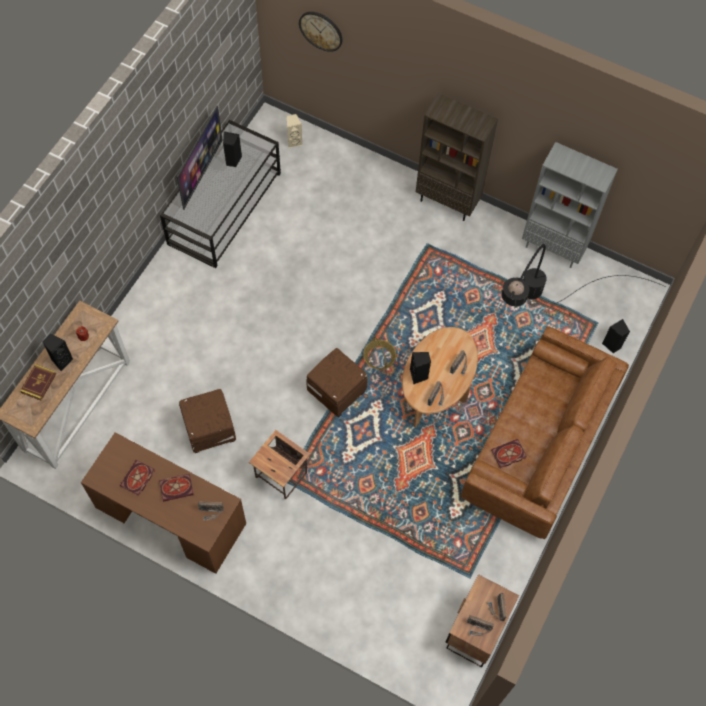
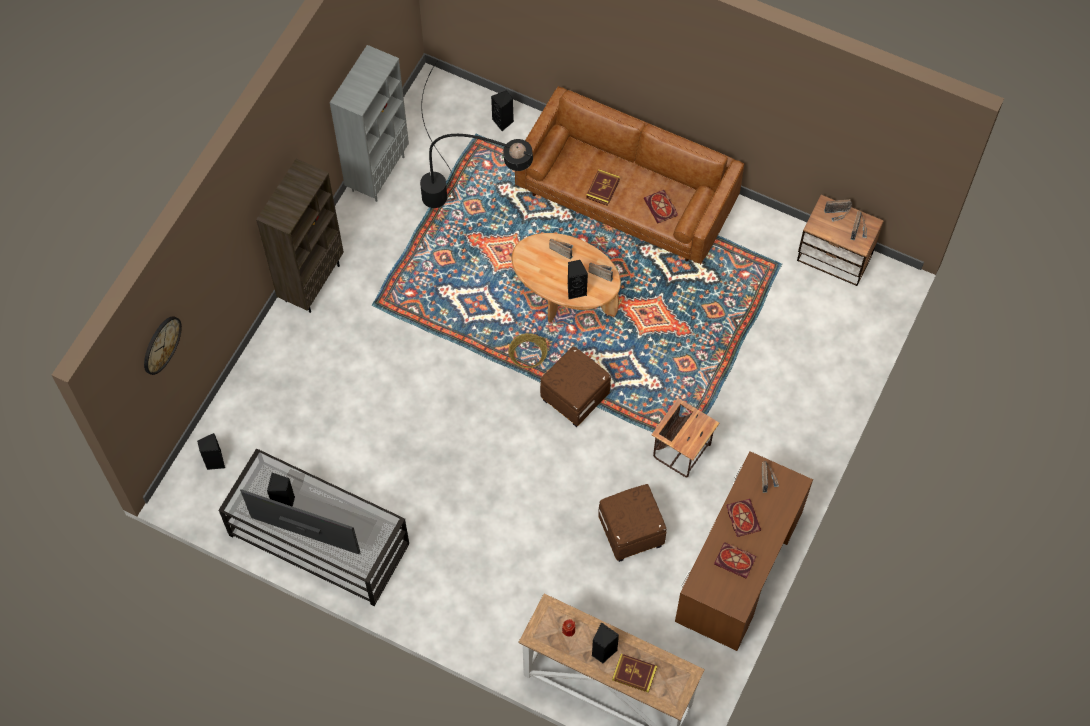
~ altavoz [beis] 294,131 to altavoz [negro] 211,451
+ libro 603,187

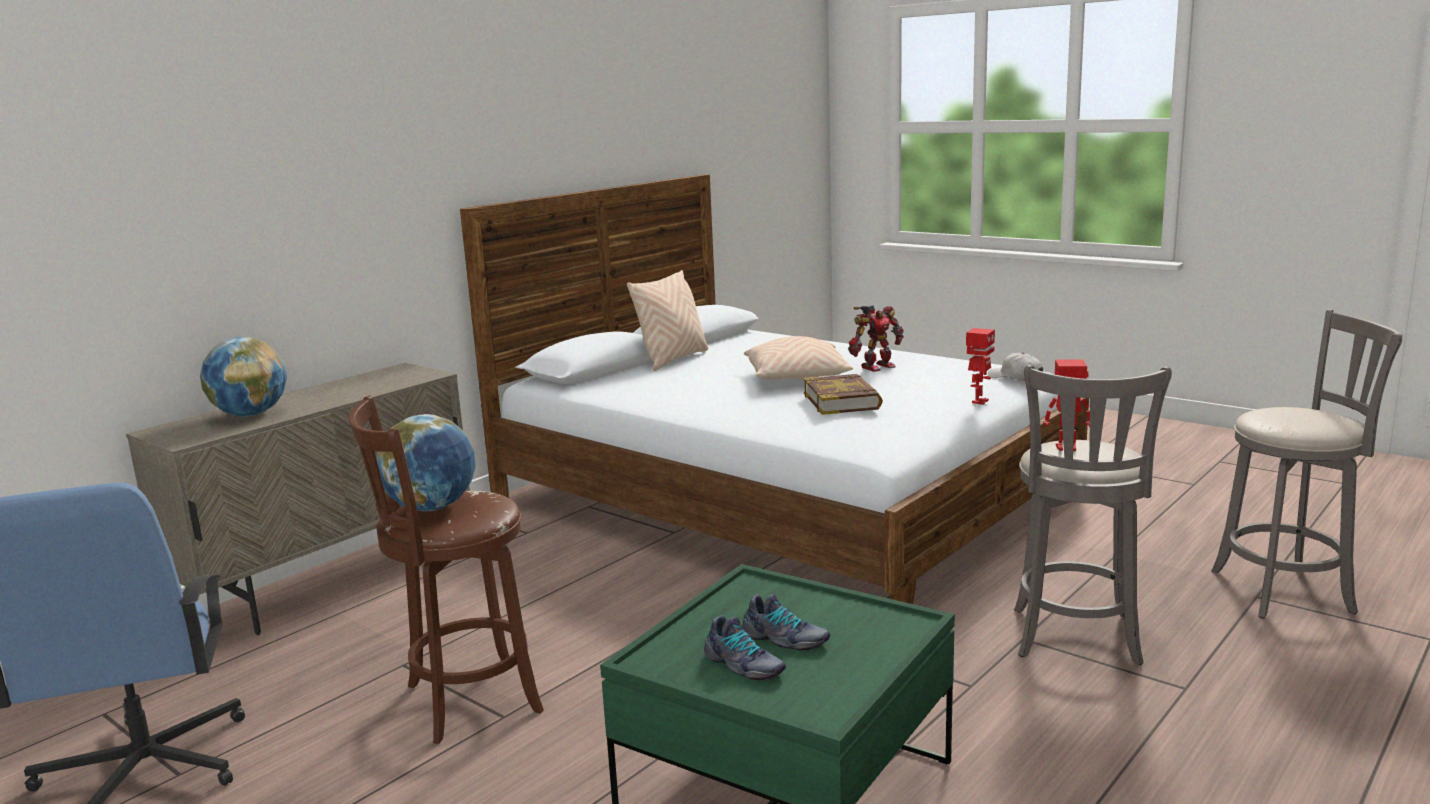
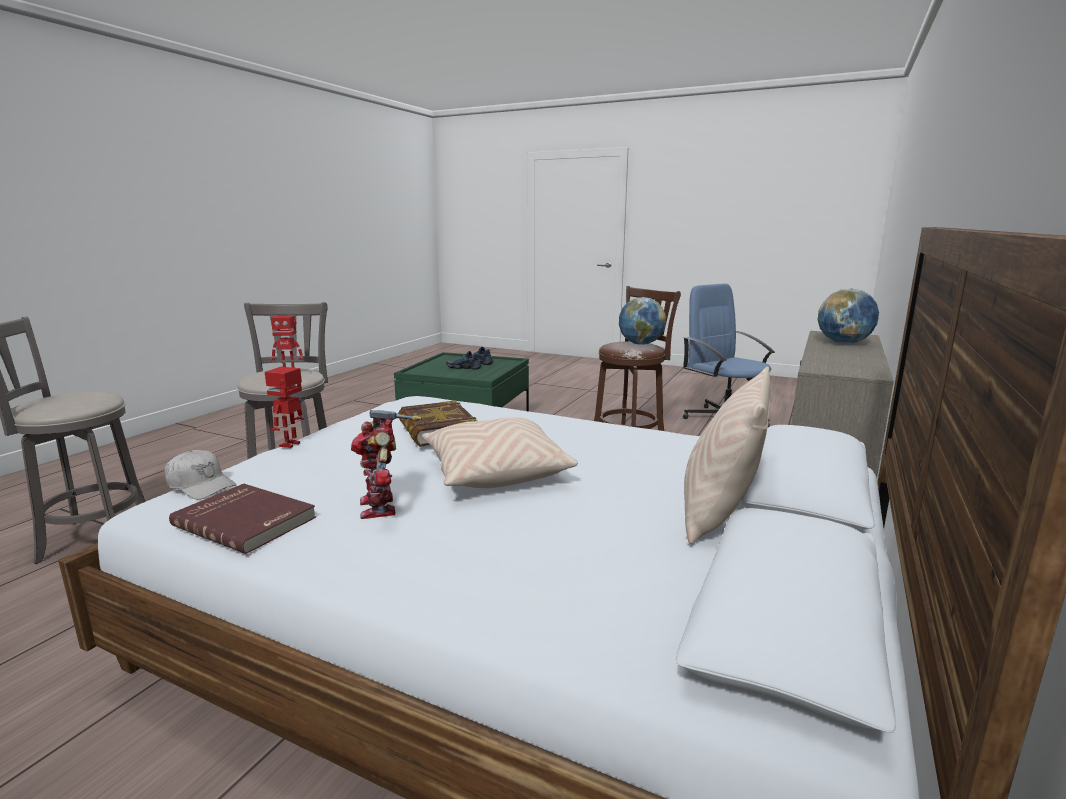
~ robot de juguete 876,338 = 386,464 60 degrees counterclockwise
+ libro [rojo] 242,519

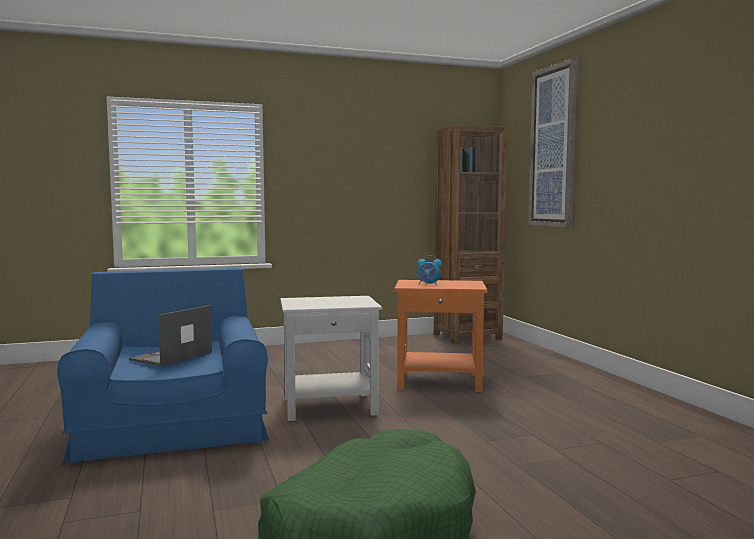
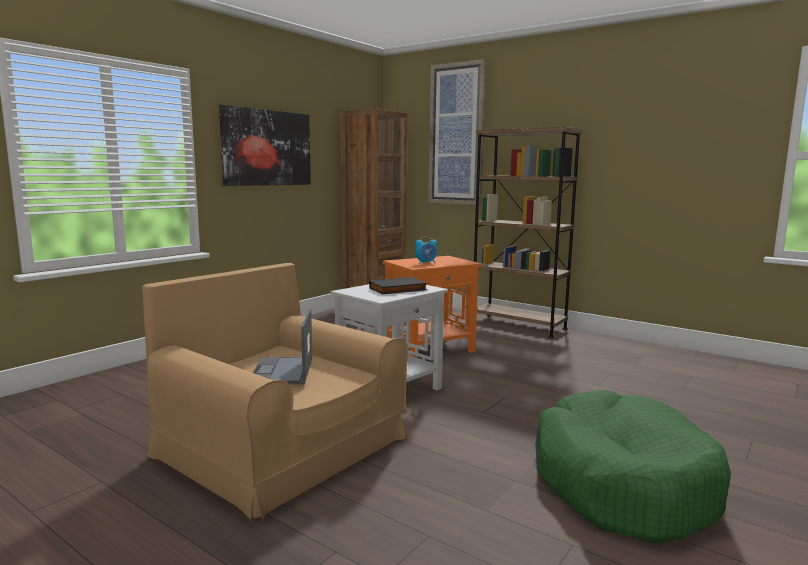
~ sillón [azul] 163,365 to sillón [marrón] 275,392
+ cuadro 265,145
+ estantería [marrón] 528,232
+ libro [negro] 398,285

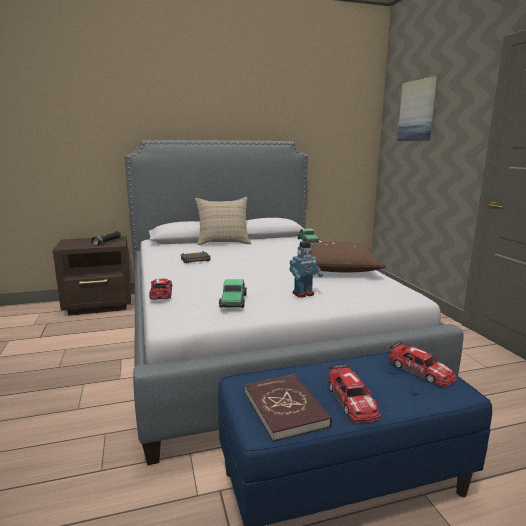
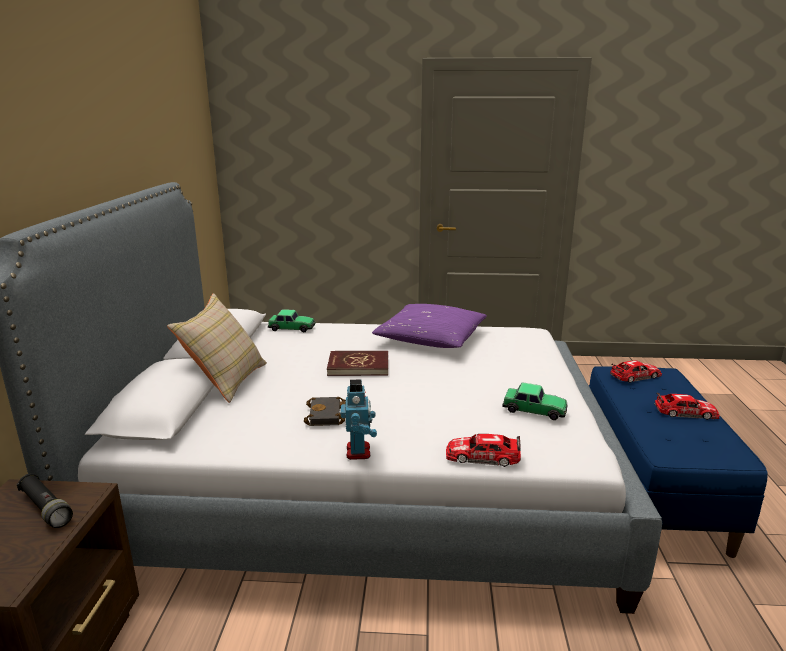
- cuadro 417,108
~ robot de juguete 306,269 to 358,420
~ cojín [marrón] 348,257 to cojín [morado] 429,326
~ libro [rojo] 288,408 to 357,363

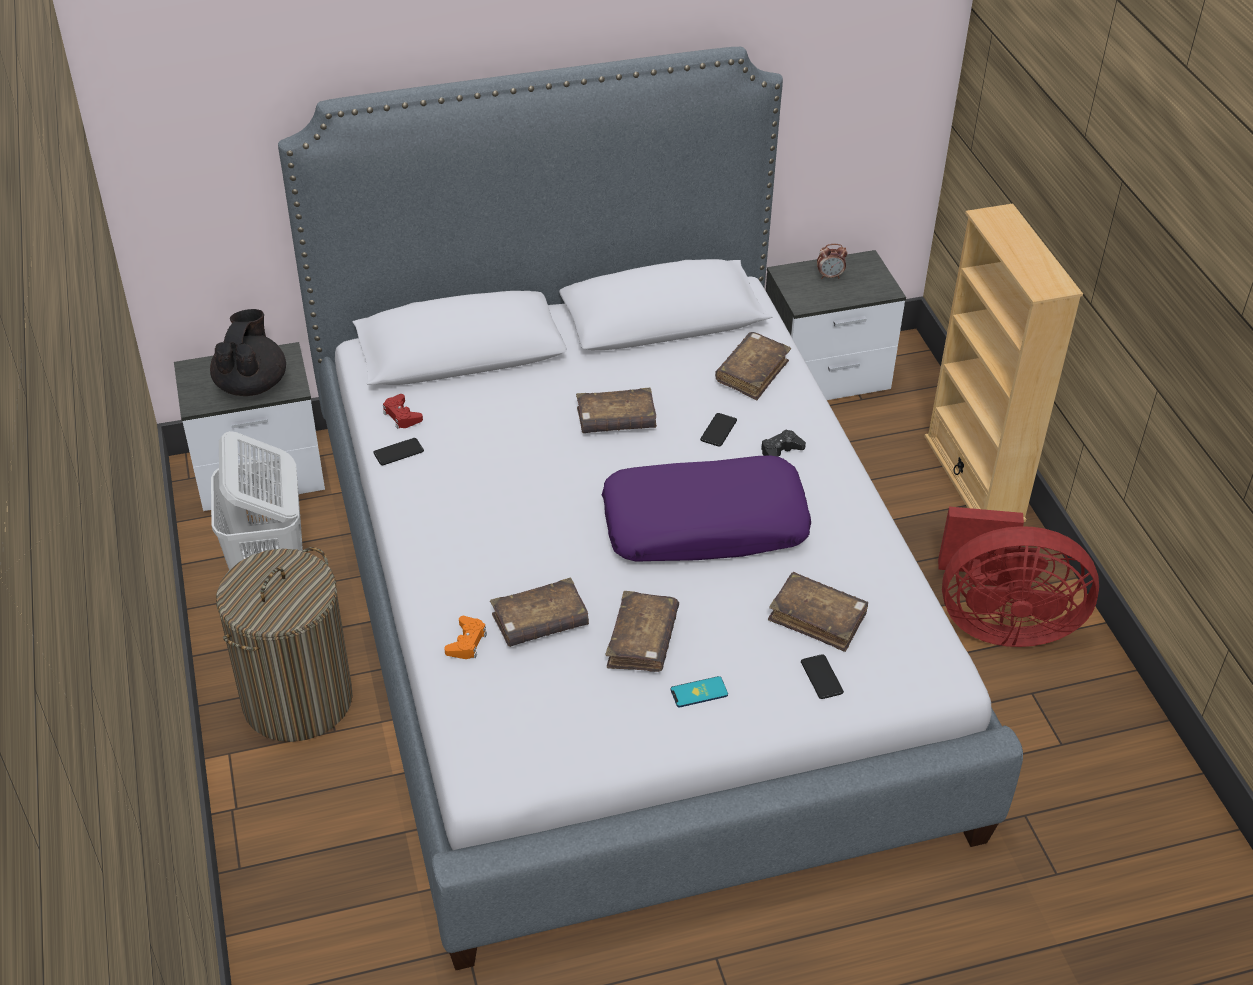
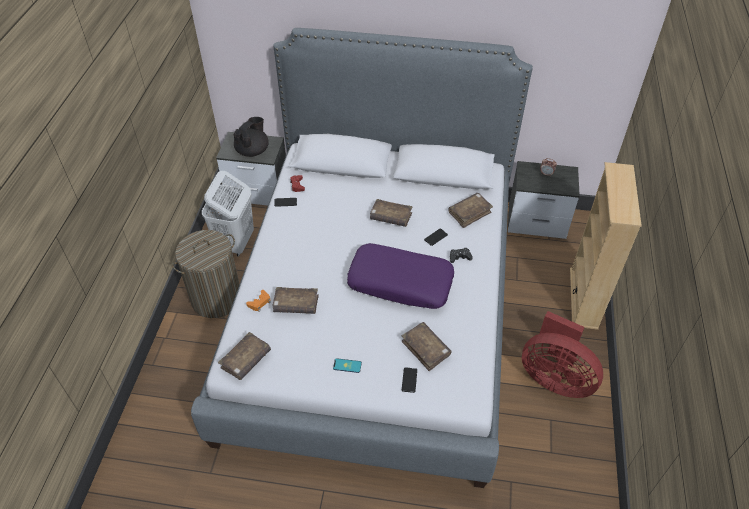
~ libro [marrón] 642,631 to 244,356

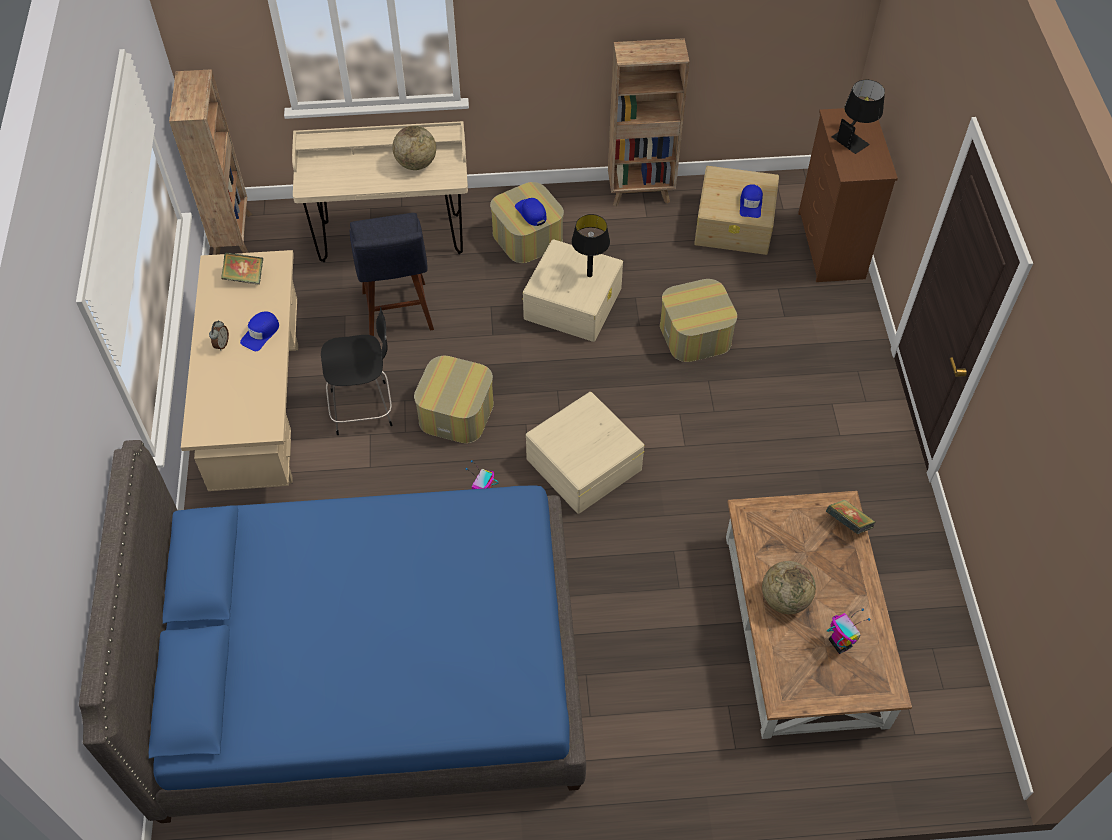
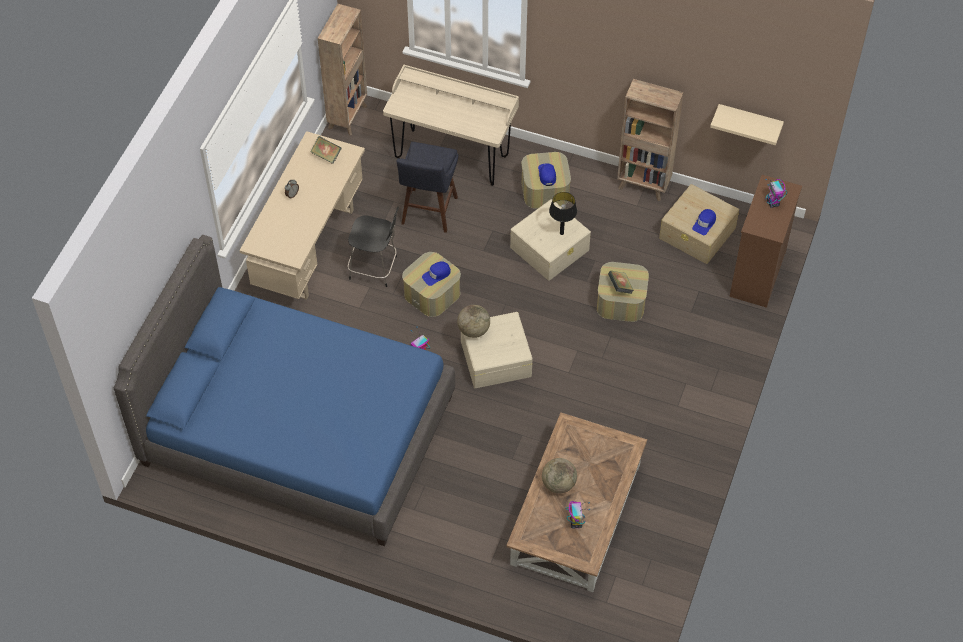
~ lámpara de mesa [negro] 858,117 to robot de juguete 776,193
~ globo terráqueo 414,148 to 473,321
~ gorra [azul] 259,331 to 436,273
~ libro 851,517 to 621,282
+ estante [beis] 747,124

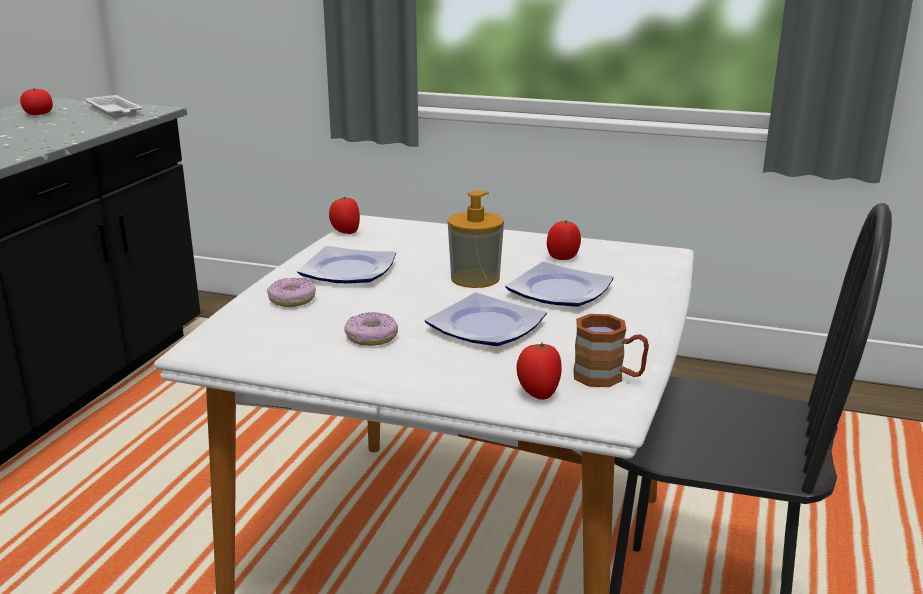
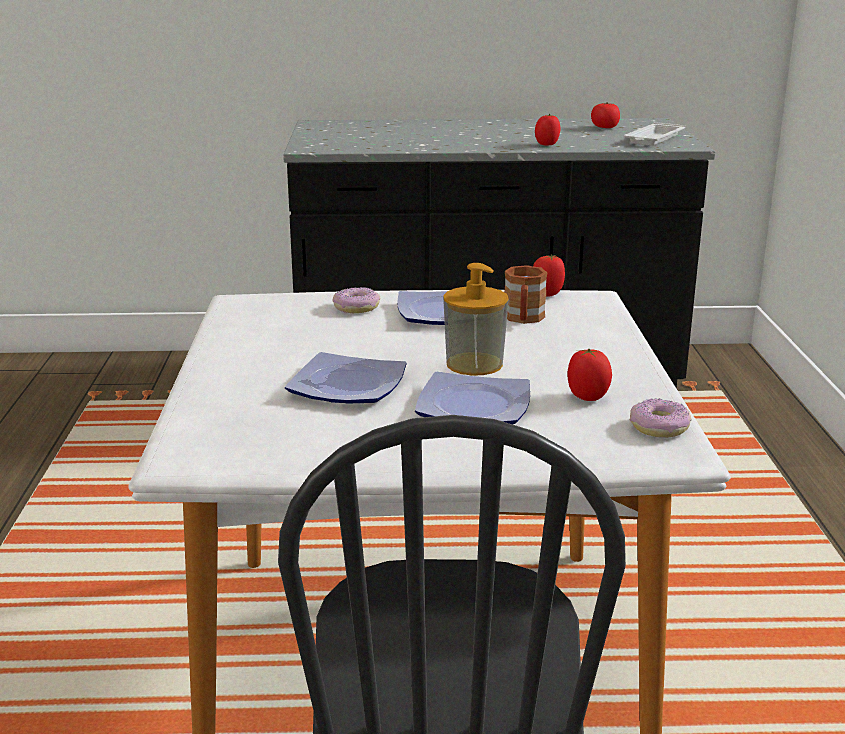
~ rosquilla 371,329 to 660,418
~ taza grande [marrón] 611,350 to 525,294
~ tomate 539,371 to 547,130

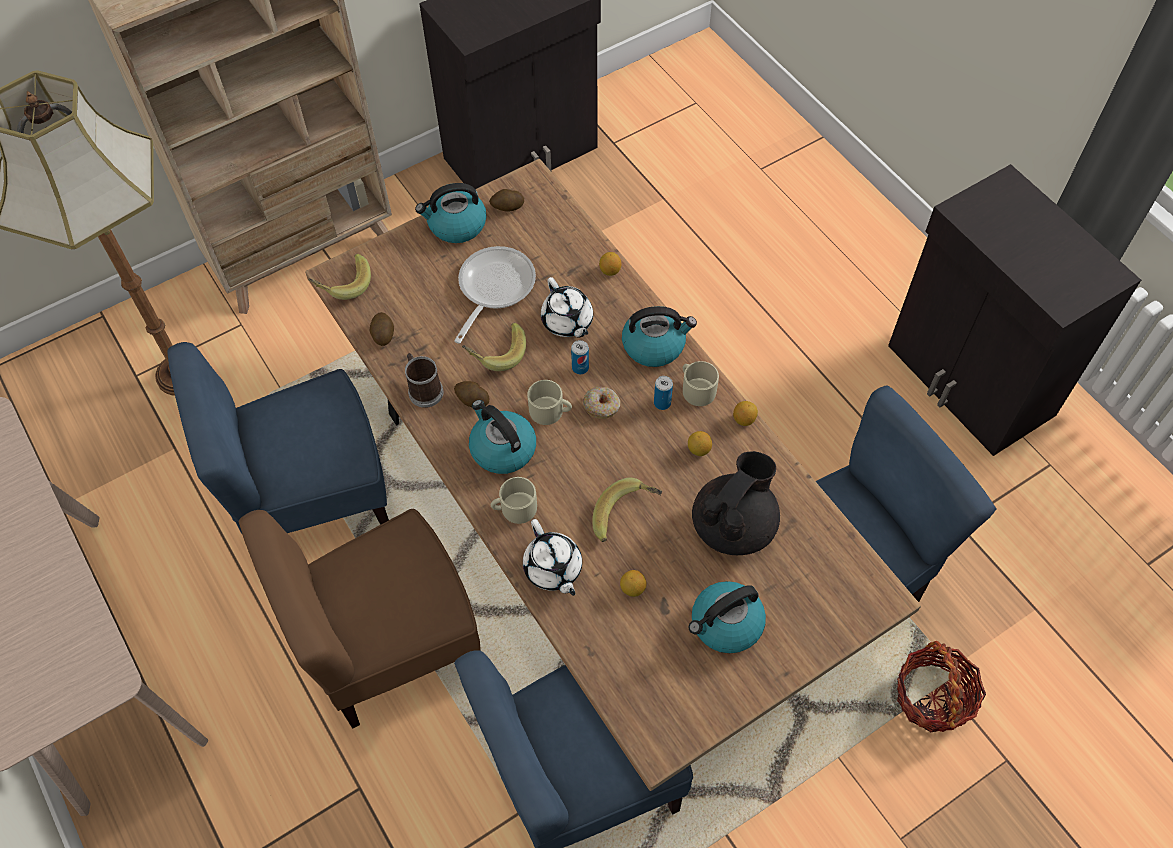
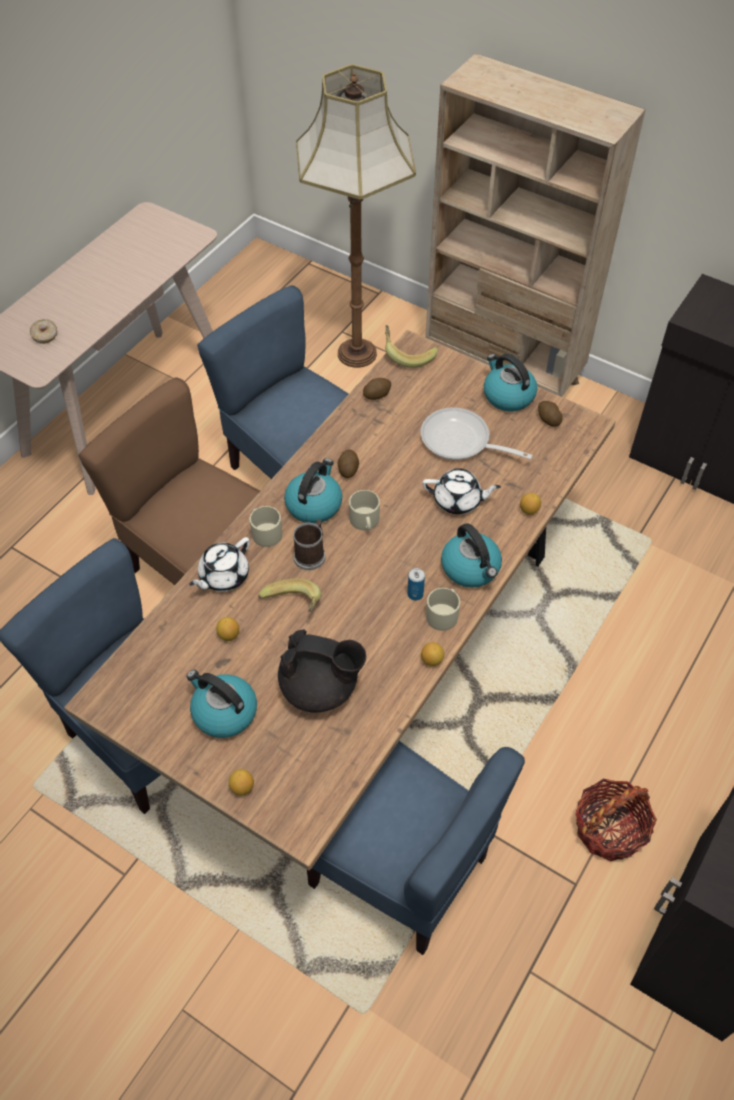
~ sartén 495,295 = 477,434 150 degrees counterclockwise
~ tetera [blanco] 567,307 = 462,491 120 degrees counterclockwise
- plátano 494,347
- lata 580,357
~ taza grande 424,380 to 309,544
~ rosquilla 601,403 to 43,331
~ limón 700,443 to 241,782
~ cesta 941,686 to 616,820

